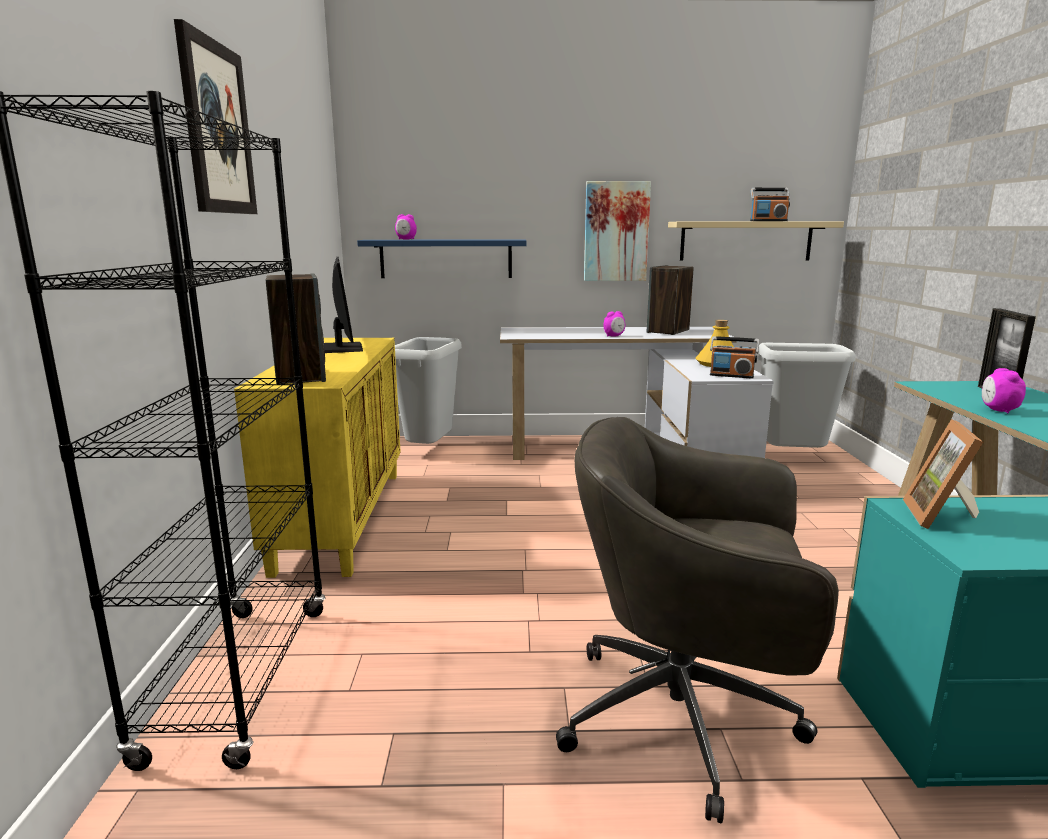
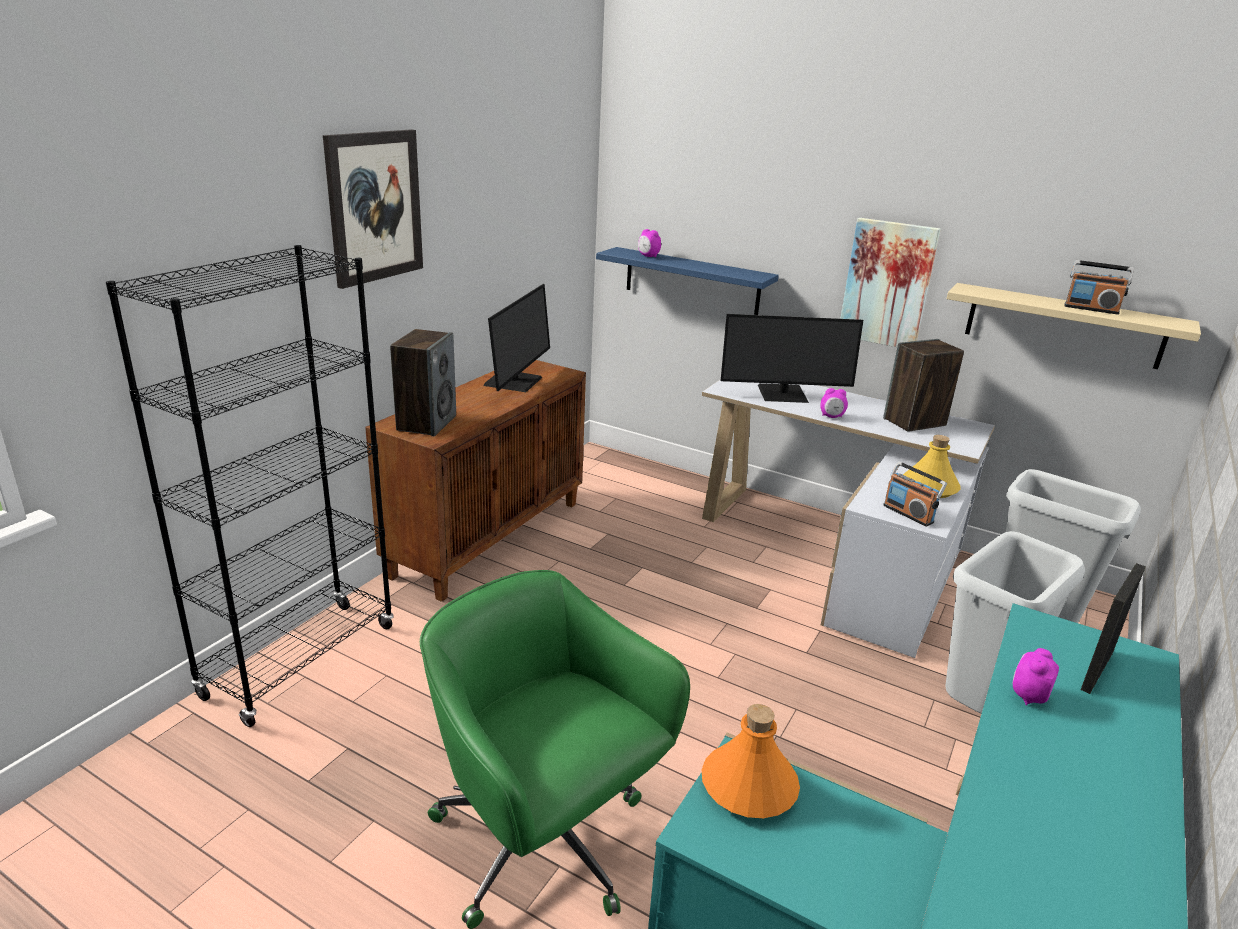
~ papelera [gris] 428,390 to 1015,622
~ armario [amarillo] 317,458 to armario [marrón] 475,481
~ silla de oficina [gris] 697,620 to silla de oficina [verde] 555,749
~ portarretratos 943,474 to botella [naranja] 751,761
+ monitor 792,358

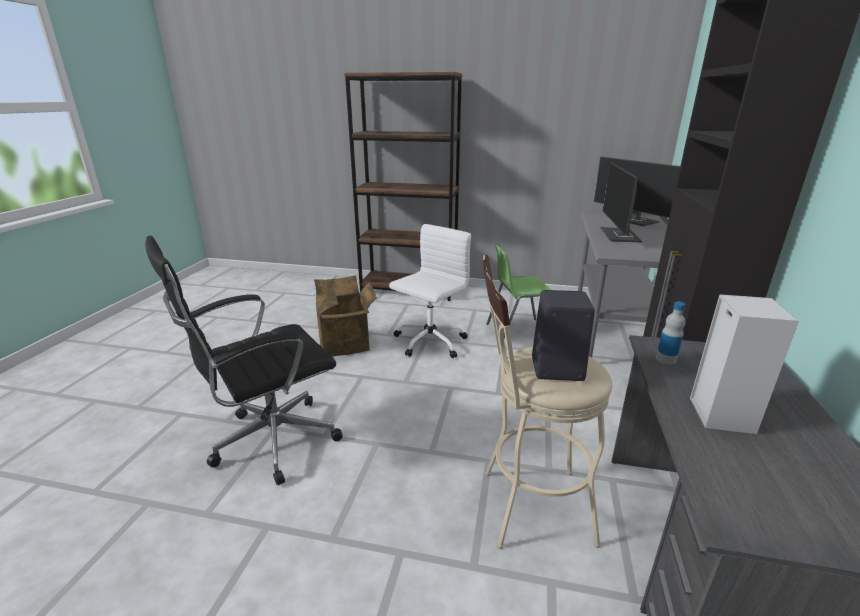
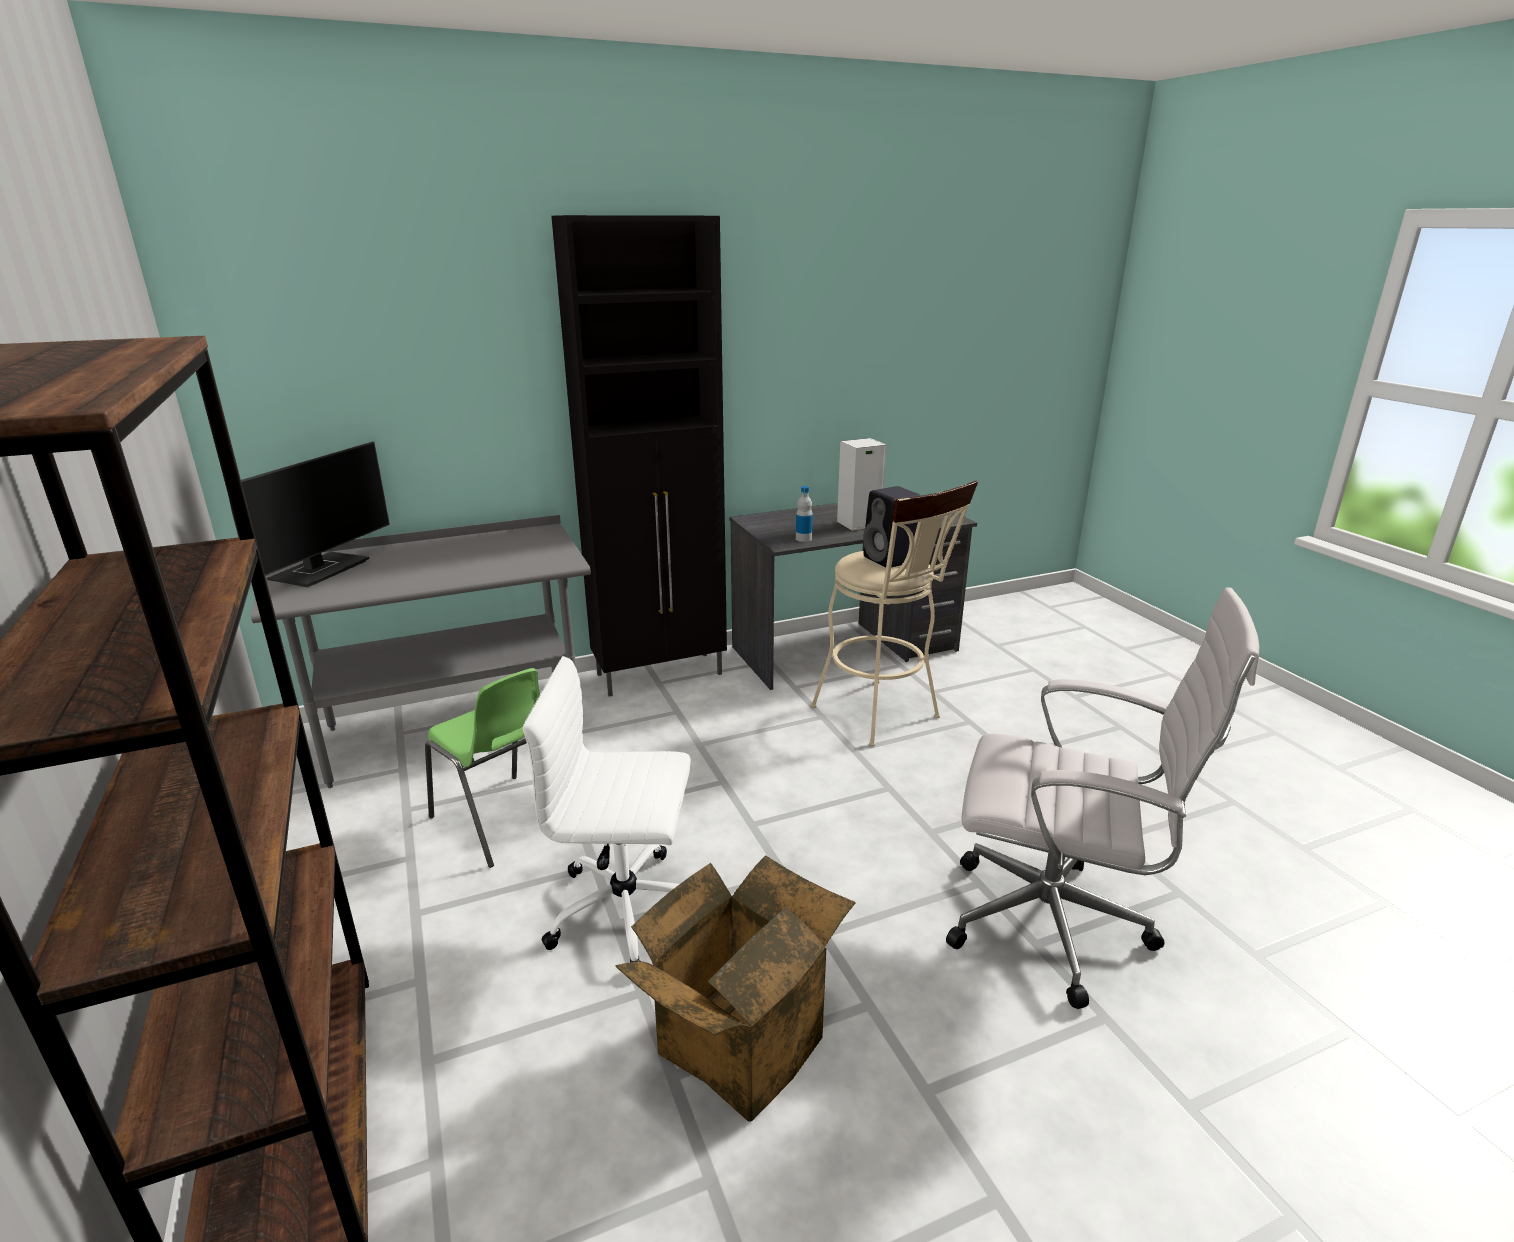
- monitor 621,202
~ silla de oficina [negro] 244,360 to silla de oficina [blanco] 1103,798

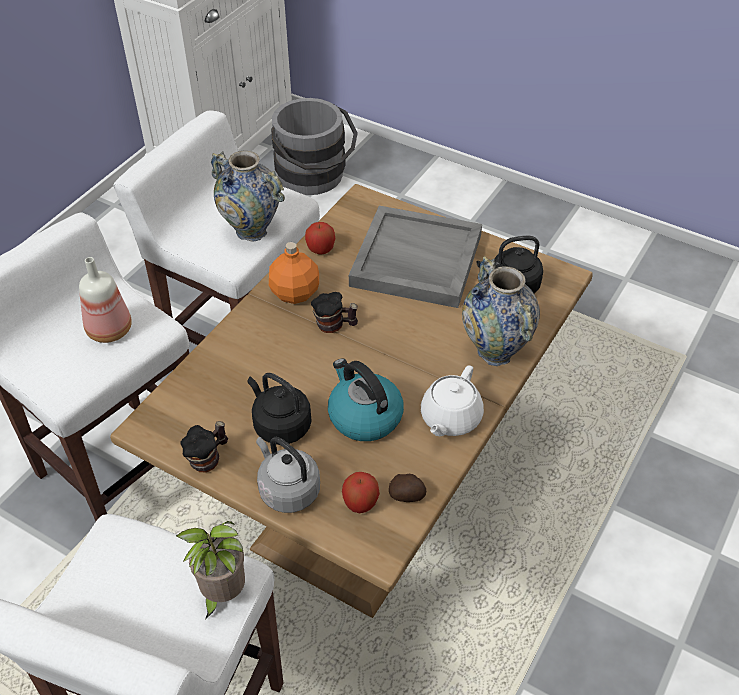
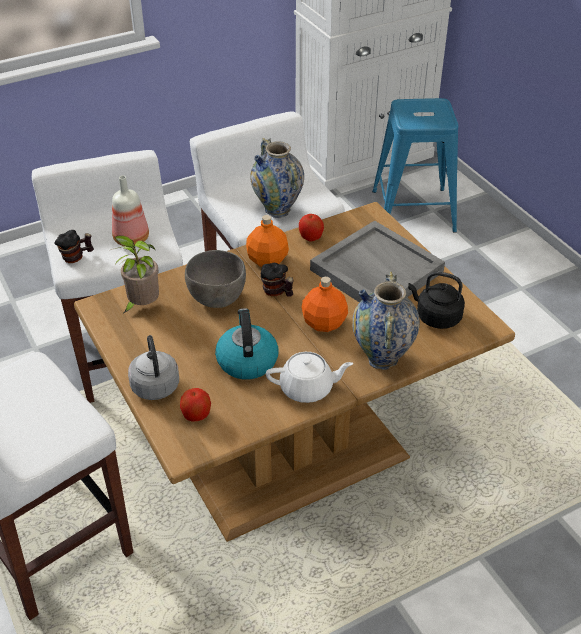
~ cubo [gris] 314,146 to taburete [azul] 415,165
~ tetera [blanco] 452,400 = 309,377 150 degrees counterclockwise
- hervidor [negro] 279,409
~ taza grande 204,446 to 74,246
- patata 407,488
~ planta en maceta 210,570 to 135,274
+ cuenco [gris] 215,279
+ botella [naranja] 324,304

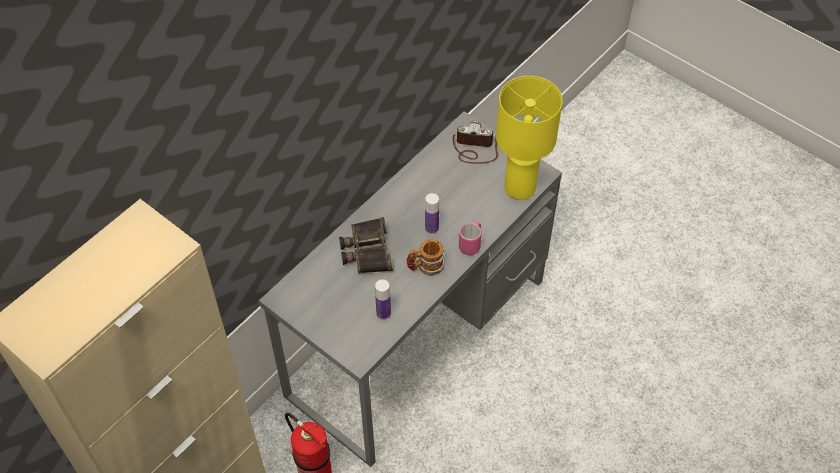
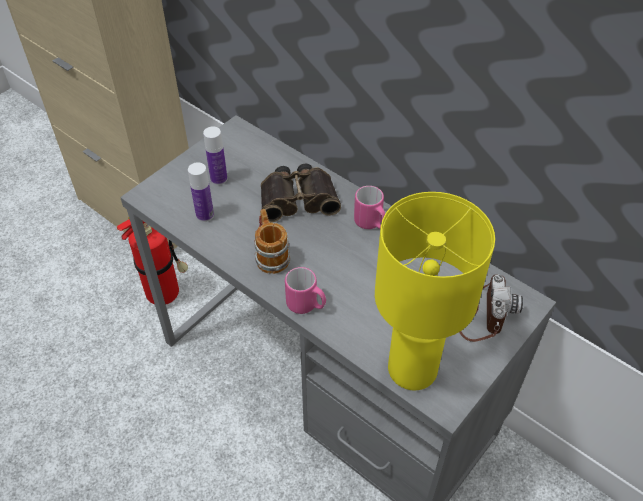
~ botella 432,213 to 215,155
+ taza grande [rosa] 369,207

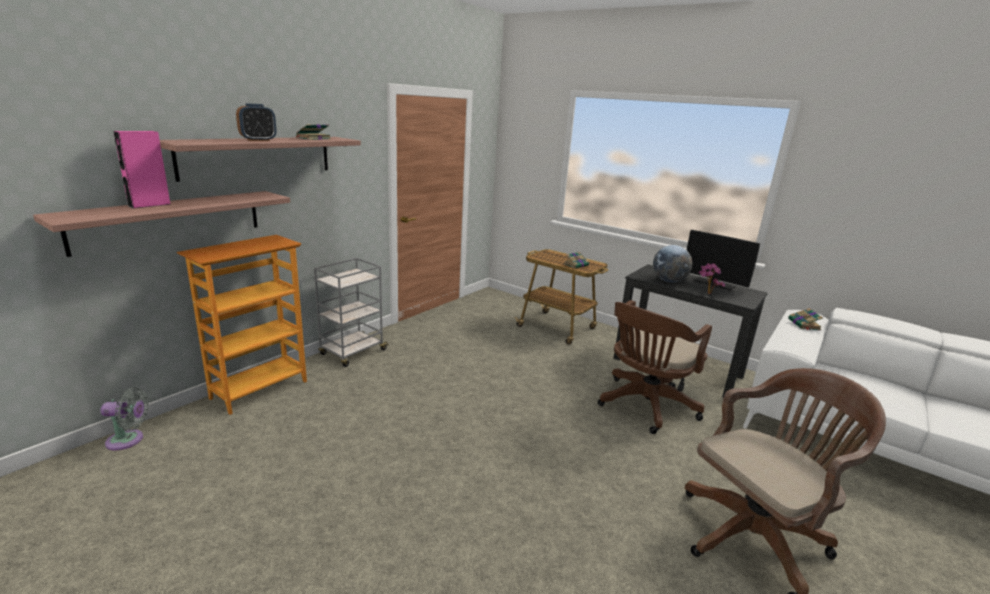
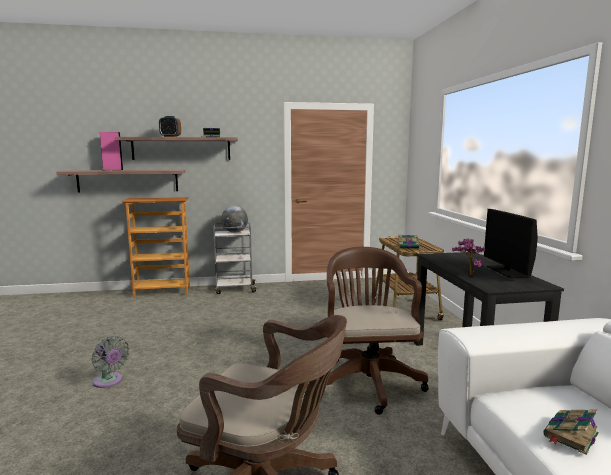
~ globo terráqueo 672,263 to 234,219
~ silla de oficina [marrón] 655,367 = 378,331 90 degrees clockwise
~ libro 805,319 to 571,432
~ ventilador [gris] 124,419 to 110,362

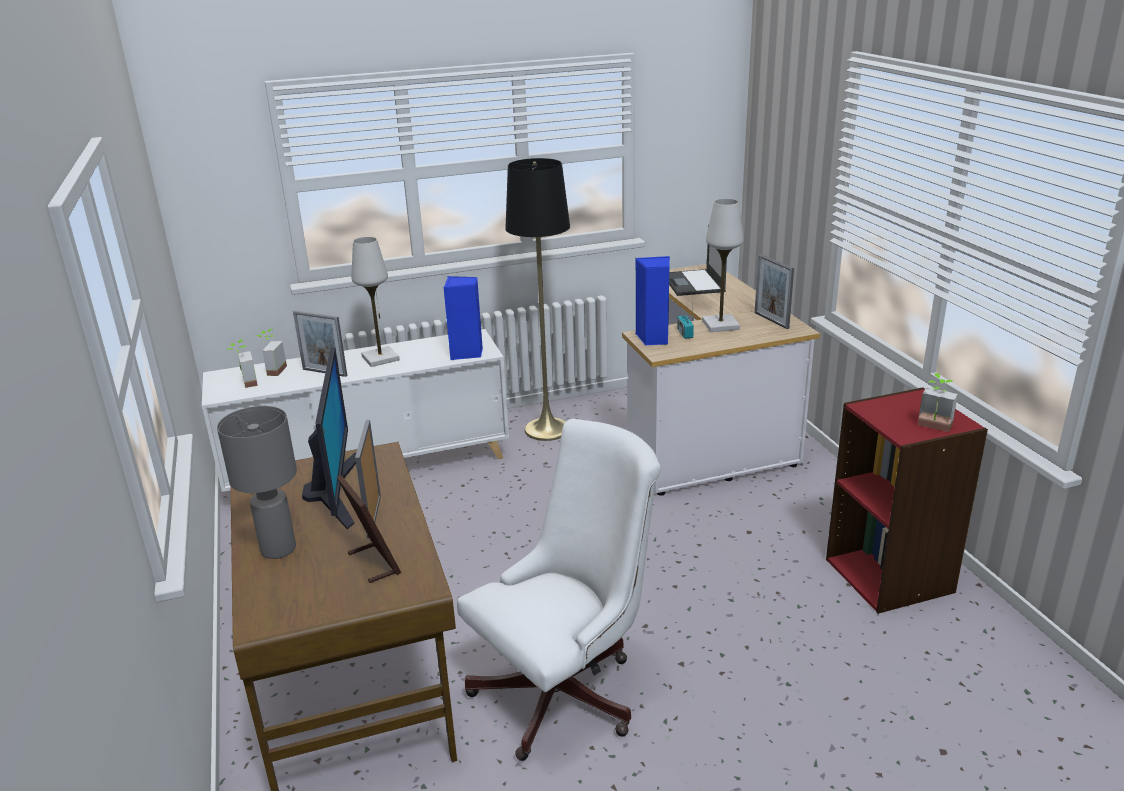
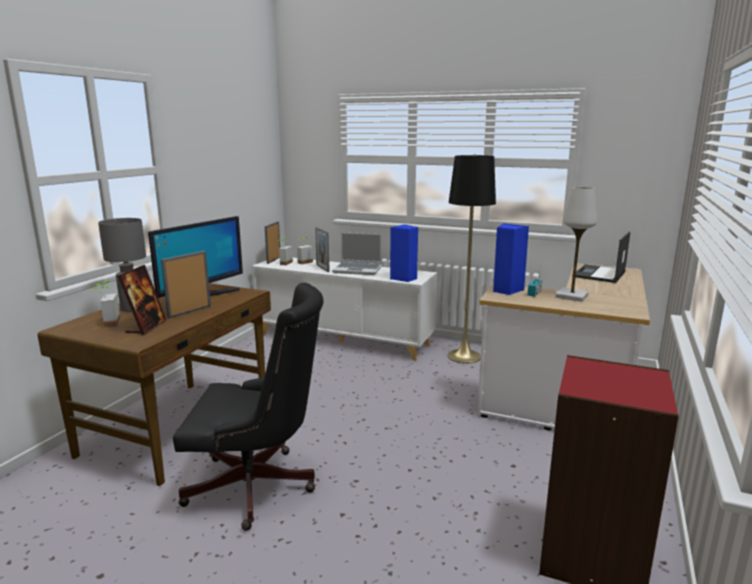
~ lámpara de mesa [blanco] 375,302 to portátil 357,253
~ portarretratos 774,291 to 272,242
~ planta en maceta 938,402 to 105,304
~ silla de oficina [blanco] 559,590 to silla de oficina [negro] 248,407

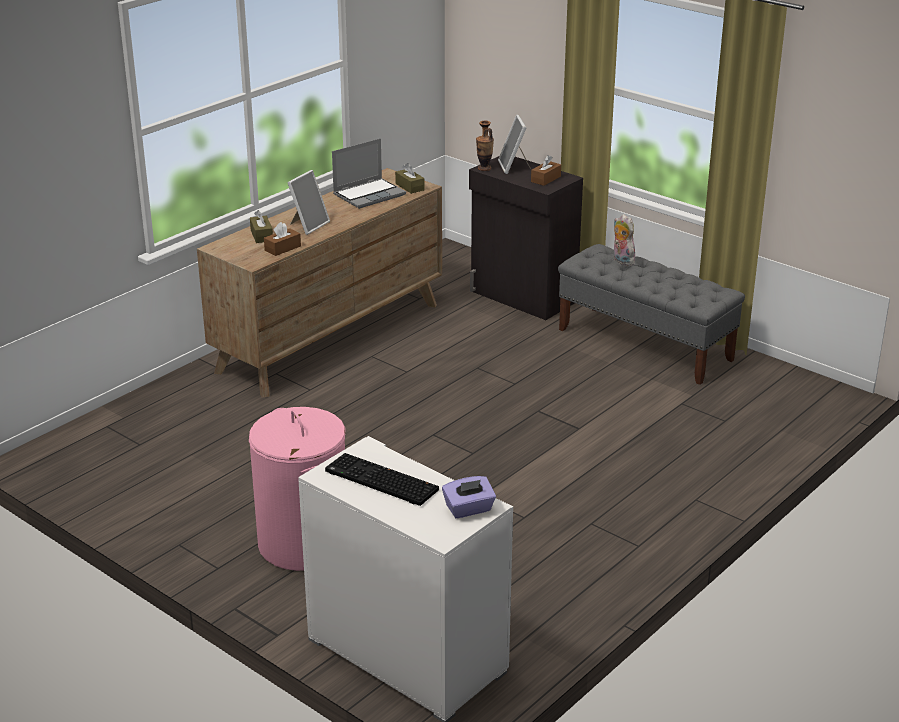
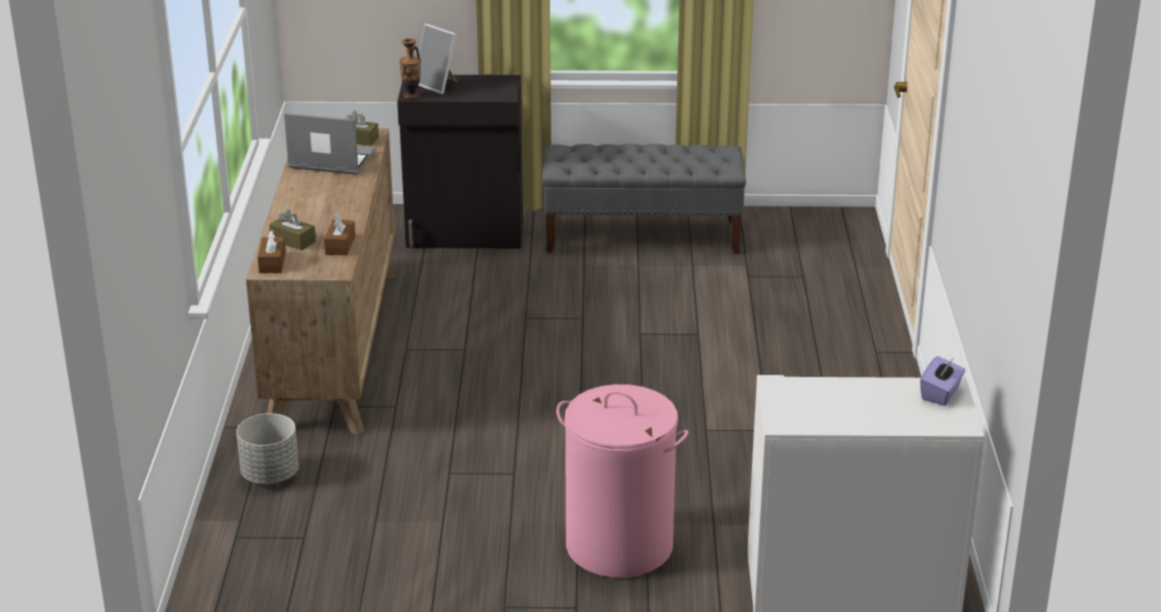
~ portátil 369,173 = 329,144 90 degrees counterclockwise
~ caja de pañuelos [marrón] 546,170 to 271,251
- portarretratos 308,202
- peluche 624,240
- teclado 382,479
+ maceta [gris] 267,448

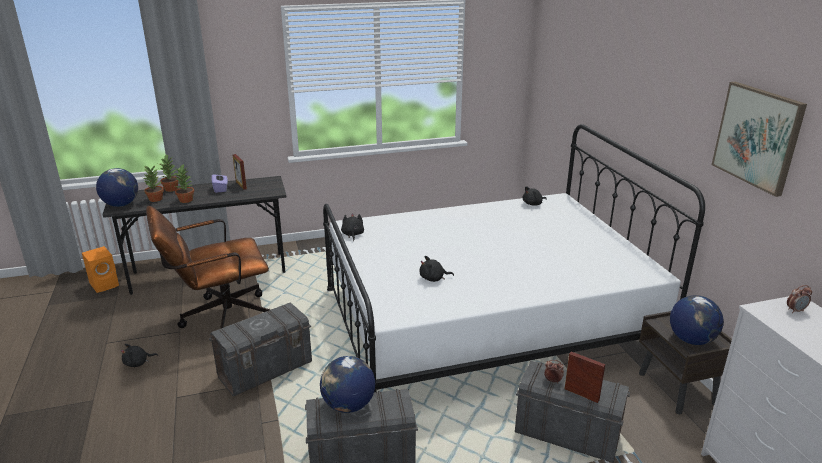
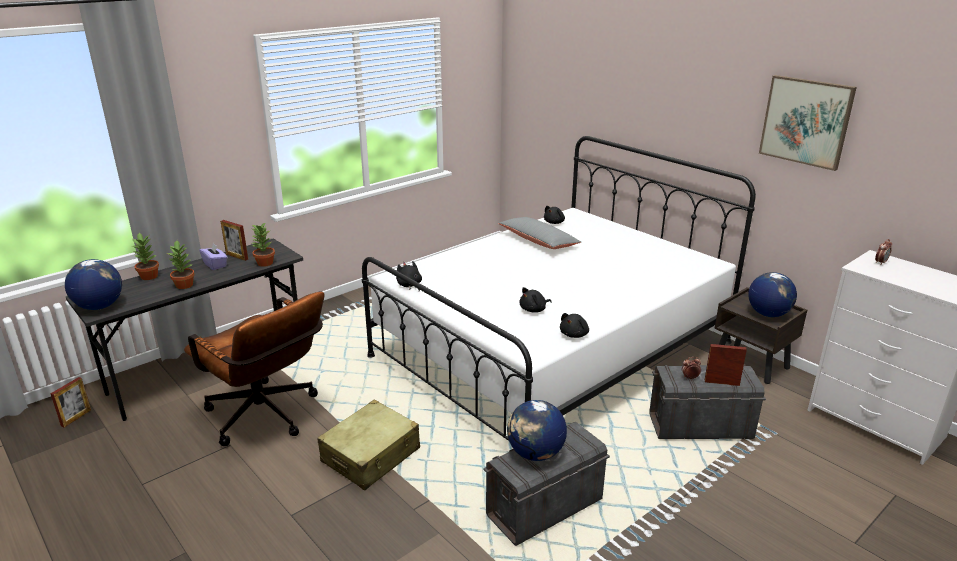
~ planta en maceta 154,183 to 263,244
~ silla de oficina [marrón] 208,267 = 254,369 90 degrees counterclockwise
~ altavoz [naranja] 100,269 to portarretratos 70,402
~ caja de almacenaje [gris] 260,349 to maleta [beis] 368,445
~ peluche [negro] 139,355 to 574,325
+ cojín [gris] 539,233

